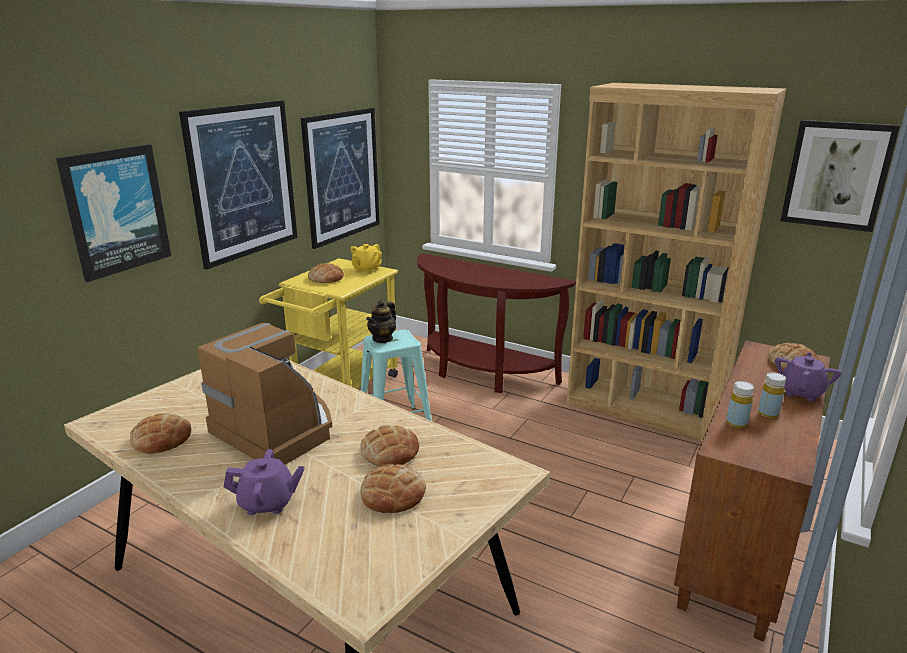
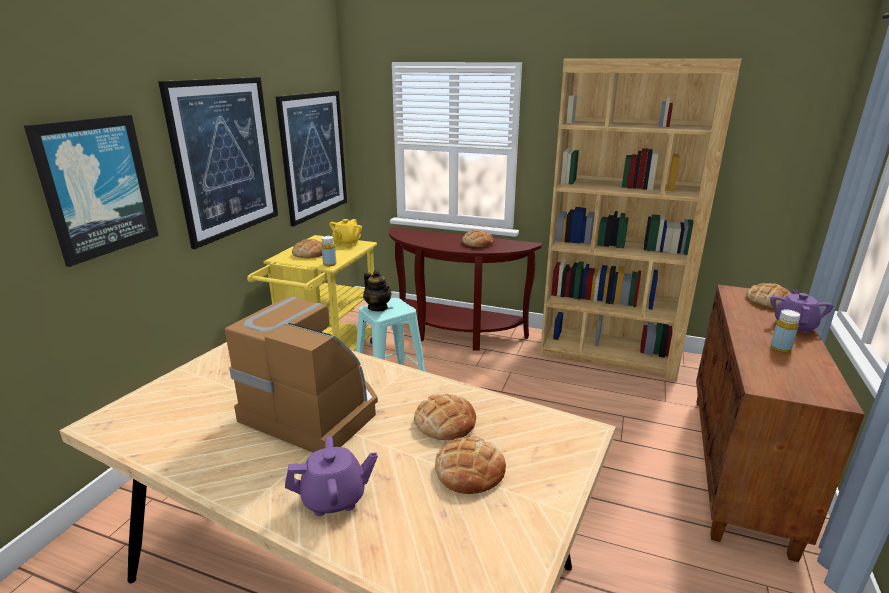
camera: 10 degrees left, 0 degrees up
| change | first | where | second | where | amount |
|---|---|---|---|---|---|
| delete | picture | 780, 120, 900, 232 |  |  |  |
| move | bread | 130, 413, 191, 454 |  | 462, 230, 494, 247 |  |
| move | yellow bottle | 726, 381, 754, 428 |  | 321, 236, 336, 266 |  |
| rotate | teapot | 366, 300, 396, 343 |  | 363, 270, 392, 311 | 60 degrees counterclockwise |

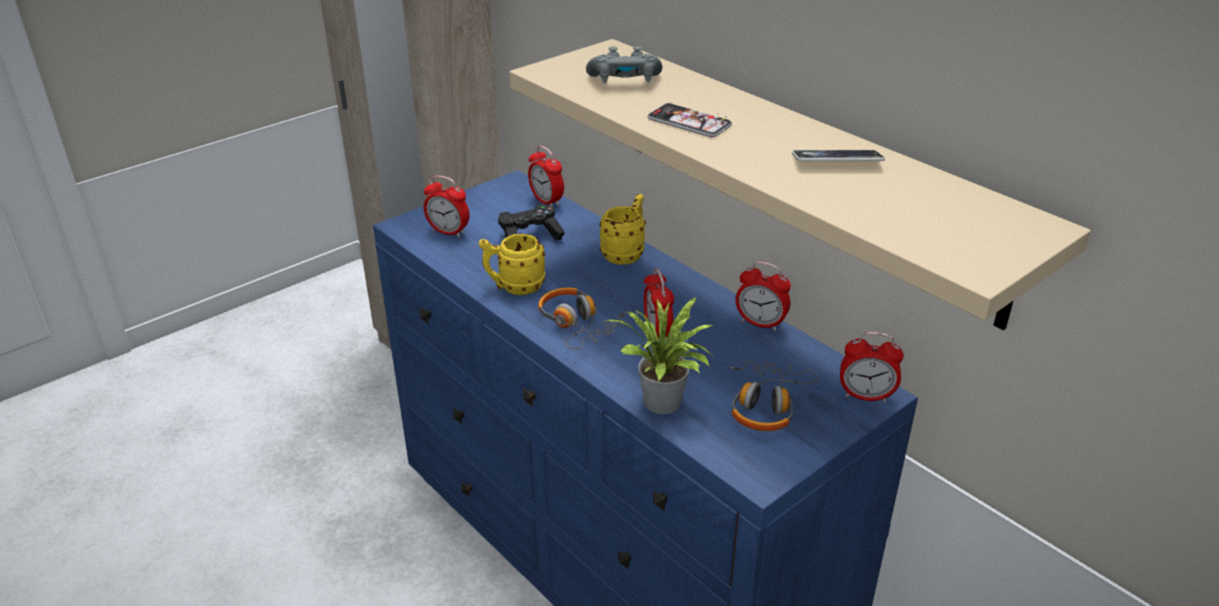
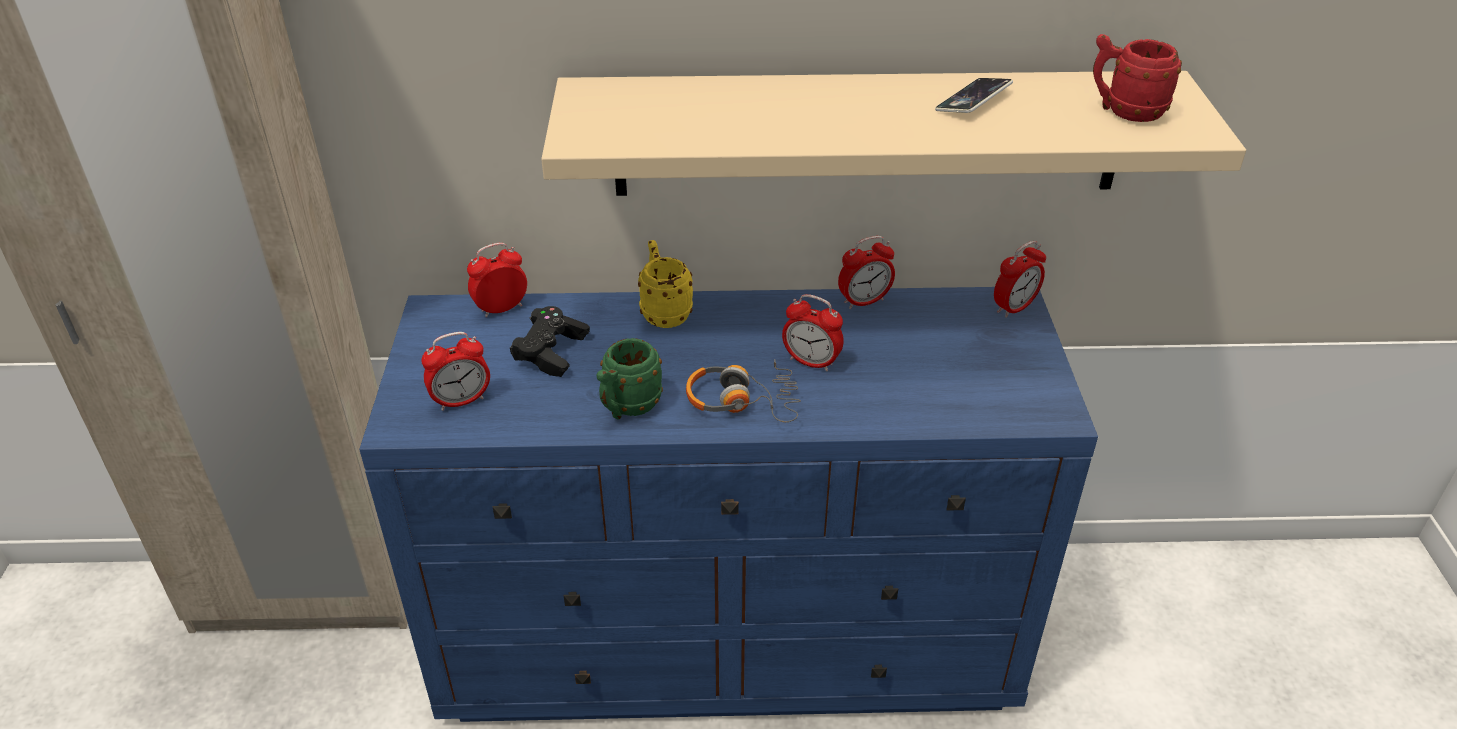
camera: 50 degrees left, 5 degrees up
| change | first | where | second | where | amount |
|---|---|---|---|---|---|
| delete | grey game controller | 586, 46, 662, 83 |  |  |  |
| delete | potted plant | 604, 297, 713, 414 |  |  |  |
| delete | phone | 647, 102, 732, 137 |  |  |  |
| delete | headphones | 729, 361, 818, 431 |  |  |  |
| insert |  |  | red mug | 1093, 34, 1182, 122 |  |
| recolor | yellow mug | 479, 233, 545, 295 | green mug | 596, 338, 663, 419 |  |
| rotate | alarm clock | 528, 146, 564, 207 |  | 467, 243, 527, 317 | 150 degrees clockwise |

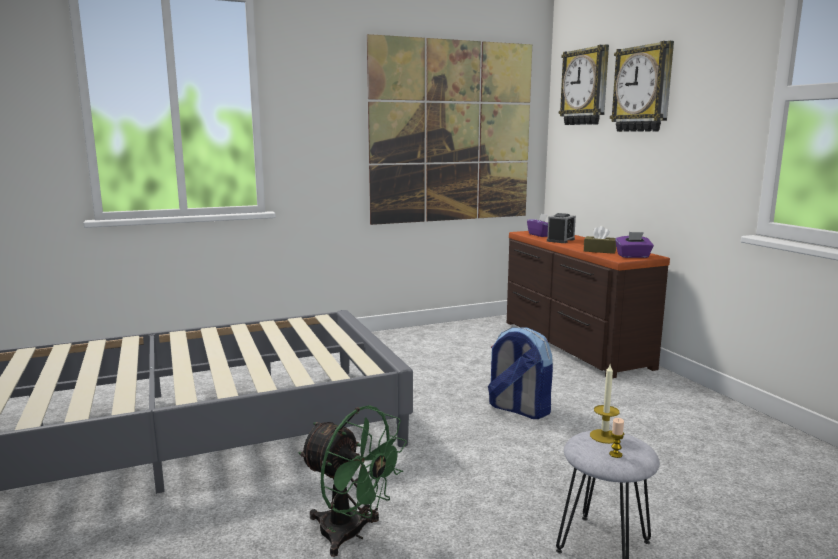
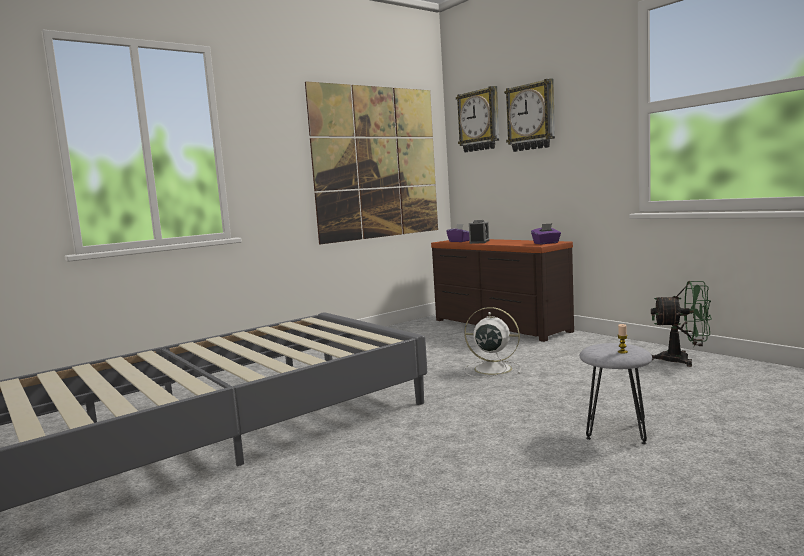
camera: 15 degrees left, 5 degrees down
| change | first | where | second | where | amount |
|---|---|---|---|---|---|
| delete | brown tissue box | 584, 226, 616, 254 |  |  |  |
| delete | candle | 590, 365, 620, 444 |  |  |  |
| move | green fan | 298, 405, 407, 557 |  | 651, 281, 712, 367 |  |
| replace | backpack | 488, 327, 553, 419 | white fan | 464, 307, 521, 377 |  |

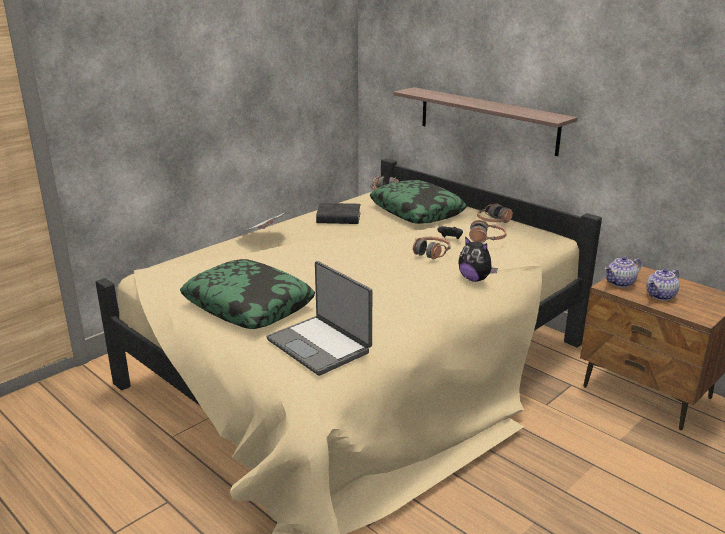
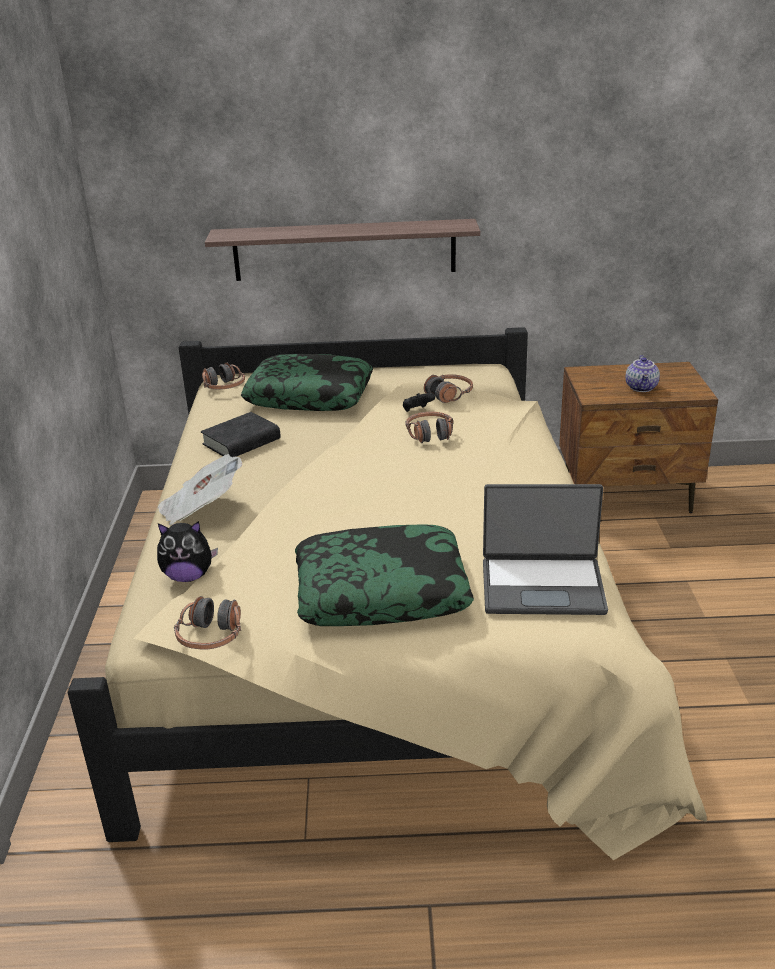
camera: 45 degrees left, 5 degrees up
| change | first | where | second | where | amount |
|---|---|---|---|---|---|
| delete | teapot | 605, 256, 641, 287 |  |  |  |
| move | plush toy | 458, 236, 498, 282 |  | 157, 521, 218, 582 |  |
| move | headphones | 477, 203, 513, 223 |  | 174, 596, 241, 650 |  |

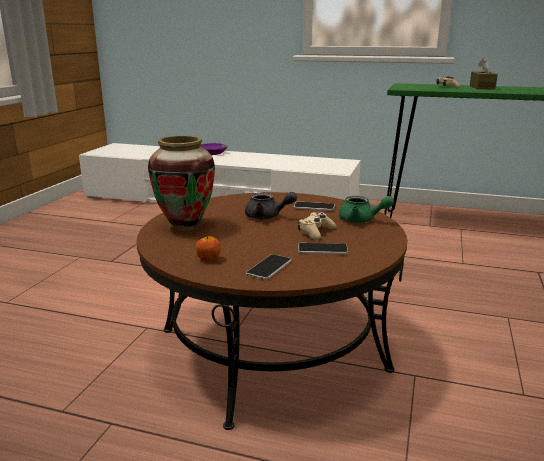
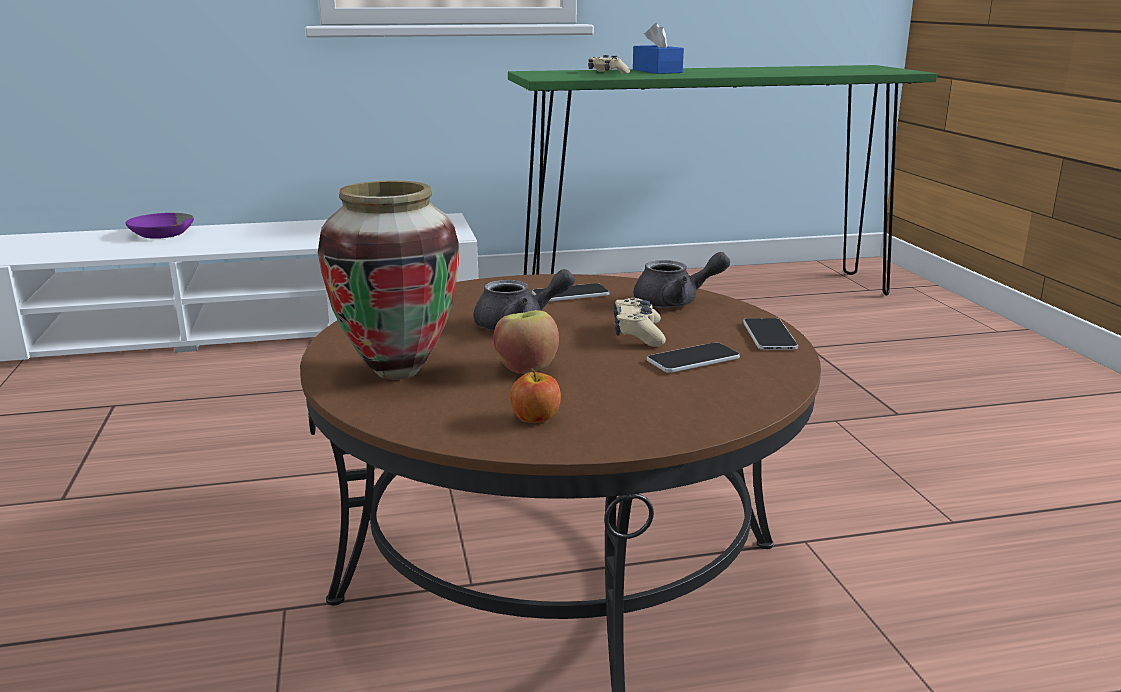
camera: 30 degrees left, 0 degrees up
| change | first | where | second | where | amount |
|---|---|---|---|---|---|
| insert |  |  | apple | 493, 310, 559, 374 |  |
| move | phone | 246, 254, 292, 280 |  | 743, 318, 798, 350 |  |
| recolor | green teapot | 339, 196, 394, 223 | grey teapot | 634, 252, 730, 308 |  |
| recolor | brown tissue box | 470, 58, 498, 89 | blue tissue box | 633, 23, 684, 74 |  |

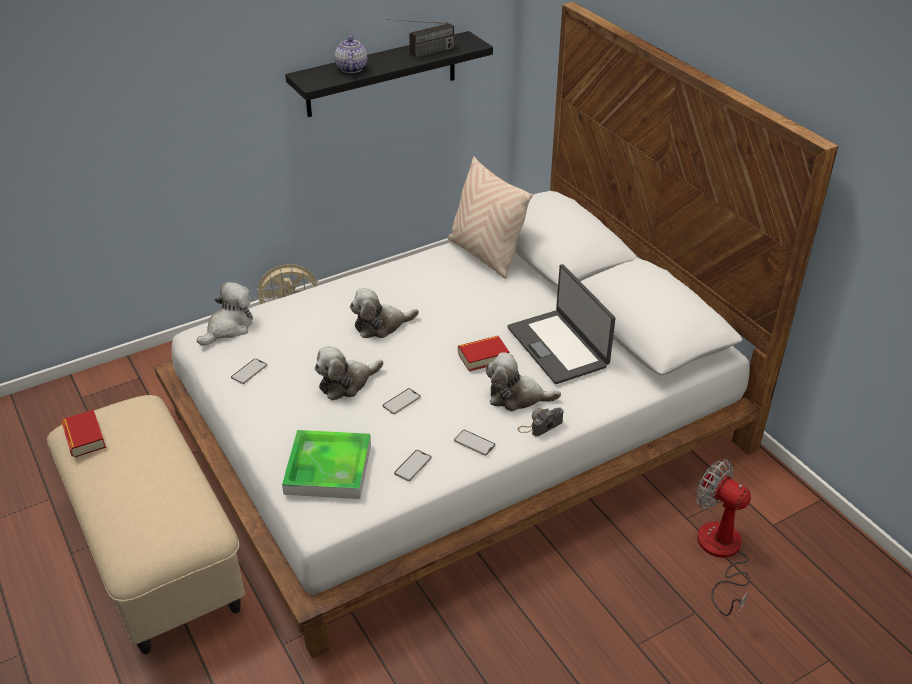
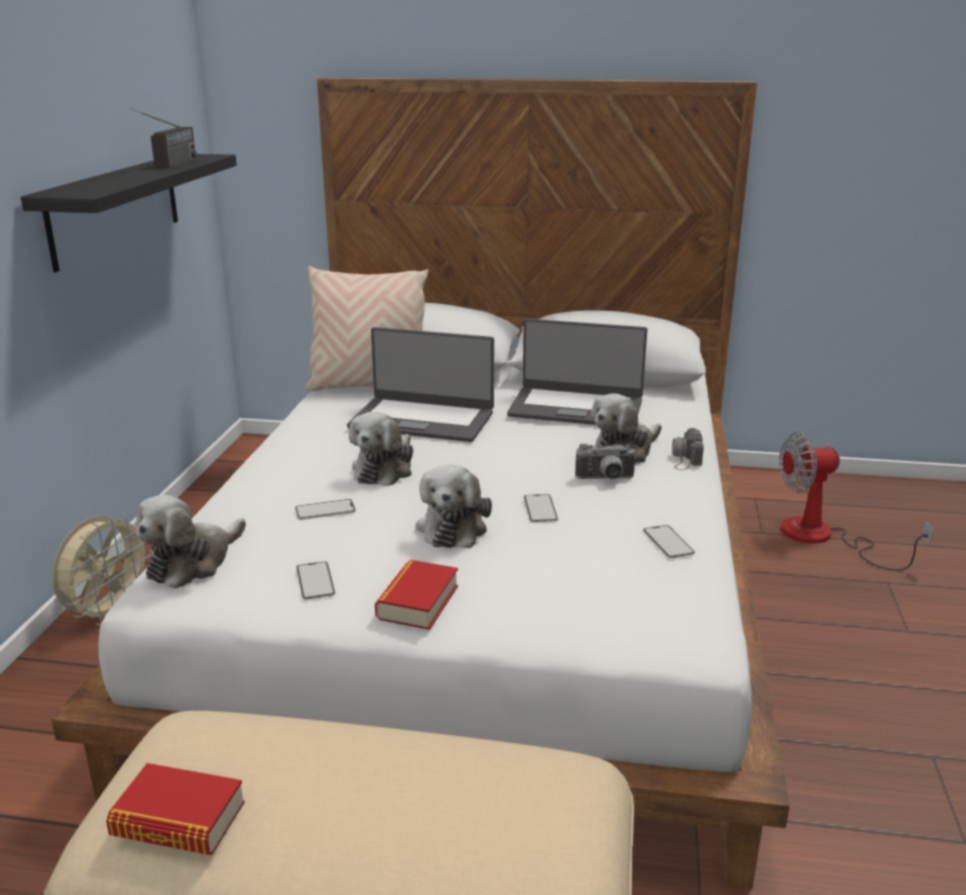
camera: 50 degrees left, 15 degrees down
| change | first | where | second | where | amount |
|---|---|---|---|---|---|
| delete | tray | 282, 430, 371, 499 |  |  |  |
| delete | teapot | 334, 36, 367, 73 |  |  |  |
| insert |  |  | laptop | 347, 327, 494, 442 |  |
| insert |  |  | photo camera | 575, 444, 637, 480 |  |
| move | phone | 454, 430, 496, 456 |  | 295, 499, 355, 520 |  |
| move | book | 458, 336, 510, 371 |  | 375, 560, 458, 630 |  |
| rotate | plush toy | 197, 282, 253, 346 |  | 136, 495, 246, 589 | 135 degrees counterclockwise |

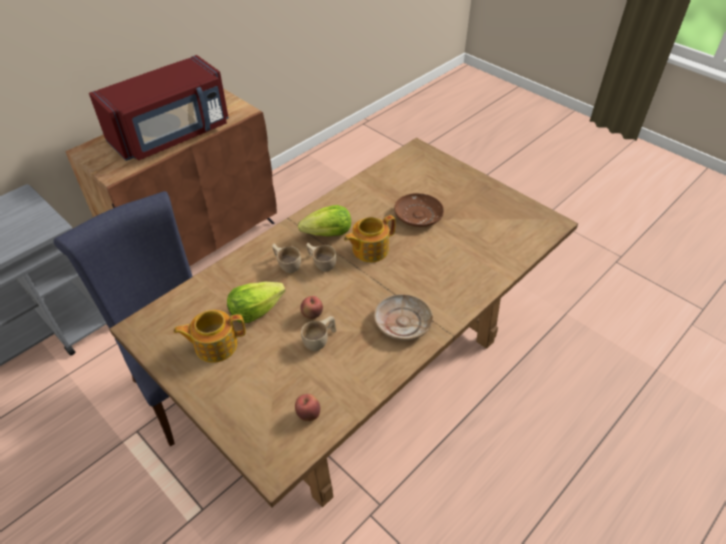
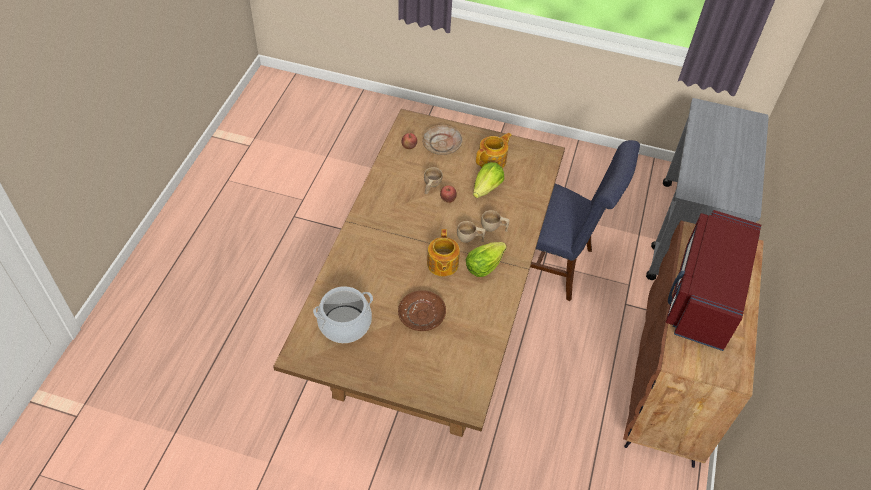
camera: 150 degrees right, 5 degrees up
| change | first | where | second | where | amount |
|---|---|---|---|---|---|
| insert |  |  | cooking pot | 313, 286, 373, 343 |  |
| move | beige plate | 374, 294, 433, 341 |  | 422, 125, 463, 155 |  |
| rotate | teapot | 344, 215, 396, 262 |  | 427, 229, 460, 277 | 150 degrees clockwise |

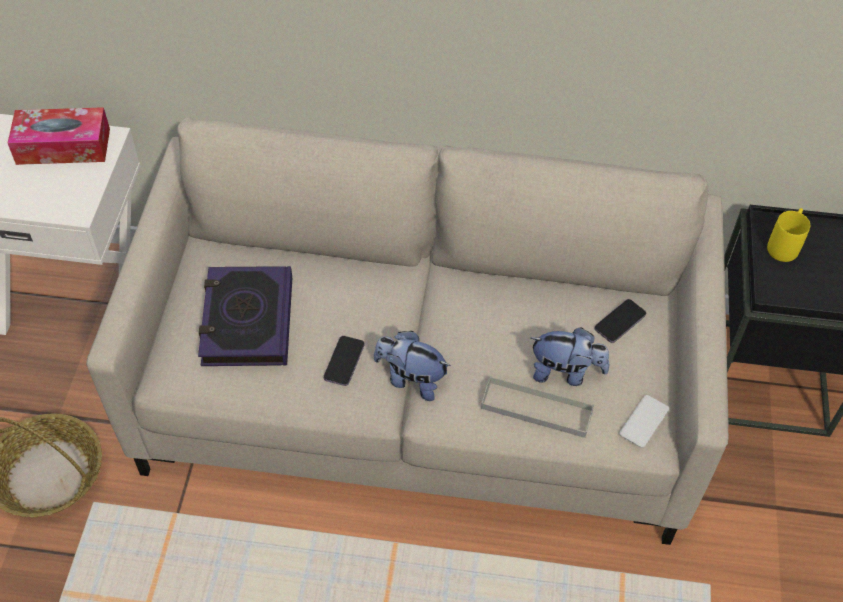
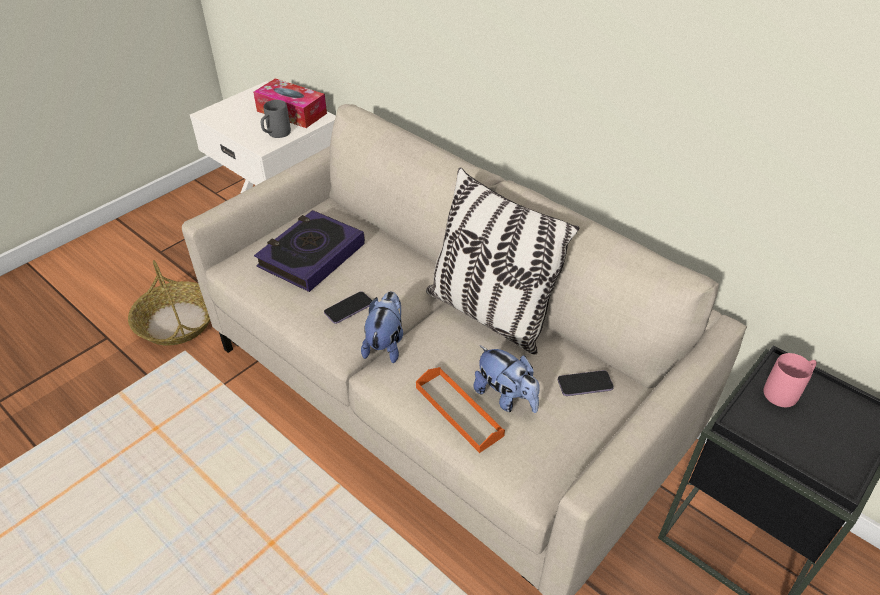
camera: 35 degrees right, 10 degrees down
| change | first | where | second | where | amount |
|---|---|---|---|---|---|
| delete | phone | 619, 395, 669, 448 |  |  |  |
| insert |  |  | grey mug | 261, 100, 291, 138 |  |
| insert |  |  | pillow | 426, 167, 579, 355 |  |
| recolor | grey tray | 481, 376, 594, 438 | orange tray | 416, 367, 505, 453 |  |
| recolor | yellow mug | 767, 208, 810, 262 | pink mug | 763, 353, 817, 407 |  |
| rotate | plush toy | 374, 331, 451, 401 |  | 361, 291, 403, 363 | 45 degrees clockwise |

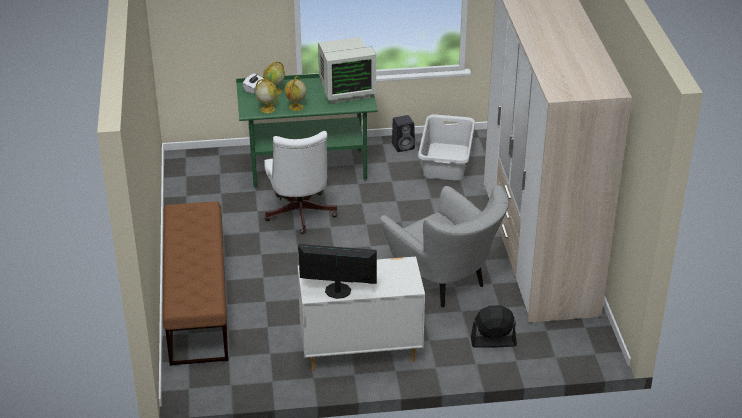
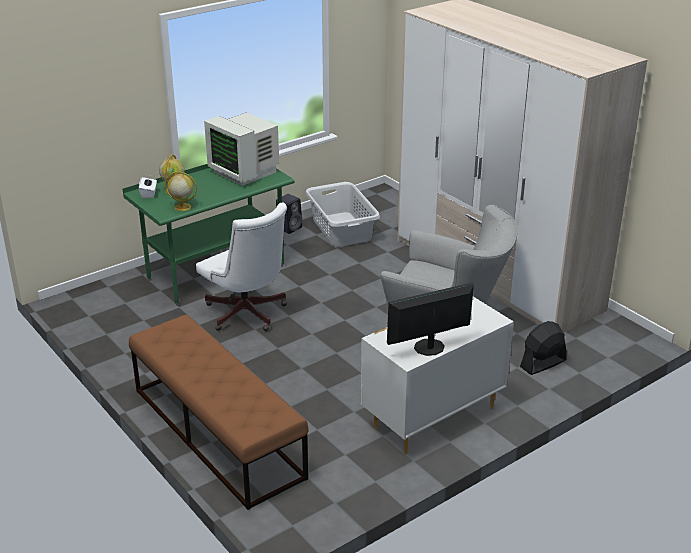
camera: 30 degrees left, 5 degrees down
| change | first | where | second | where | amount |
|---|---|---|---|---|---|
| delete | globe | 284, 76, 307, 111 |  |  |  |
| rotate | monitor | 318, 37, 376, 103 |  | 204, 113, 279, 186 | 90 degrees clockwise |

